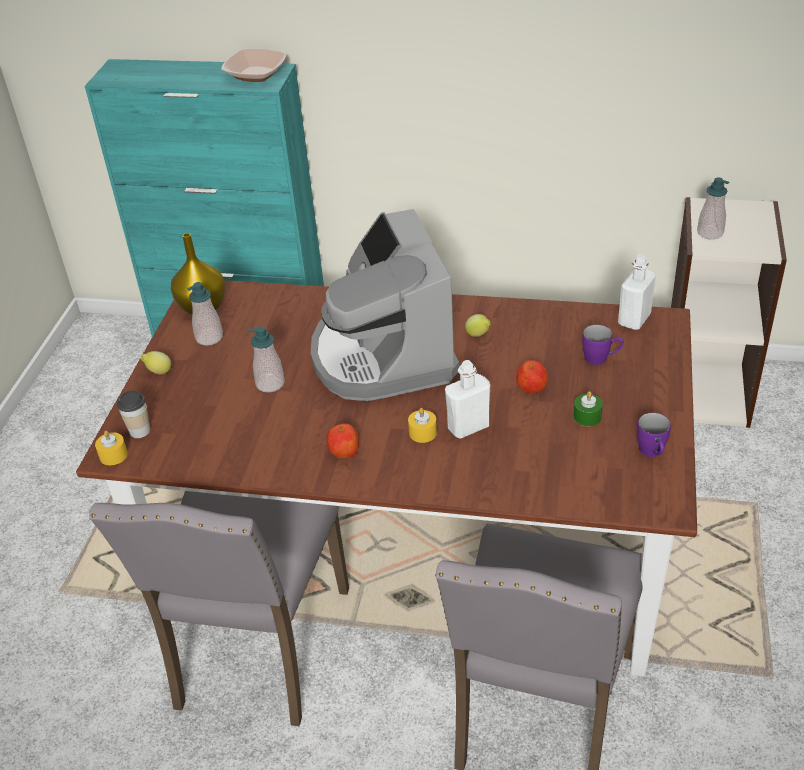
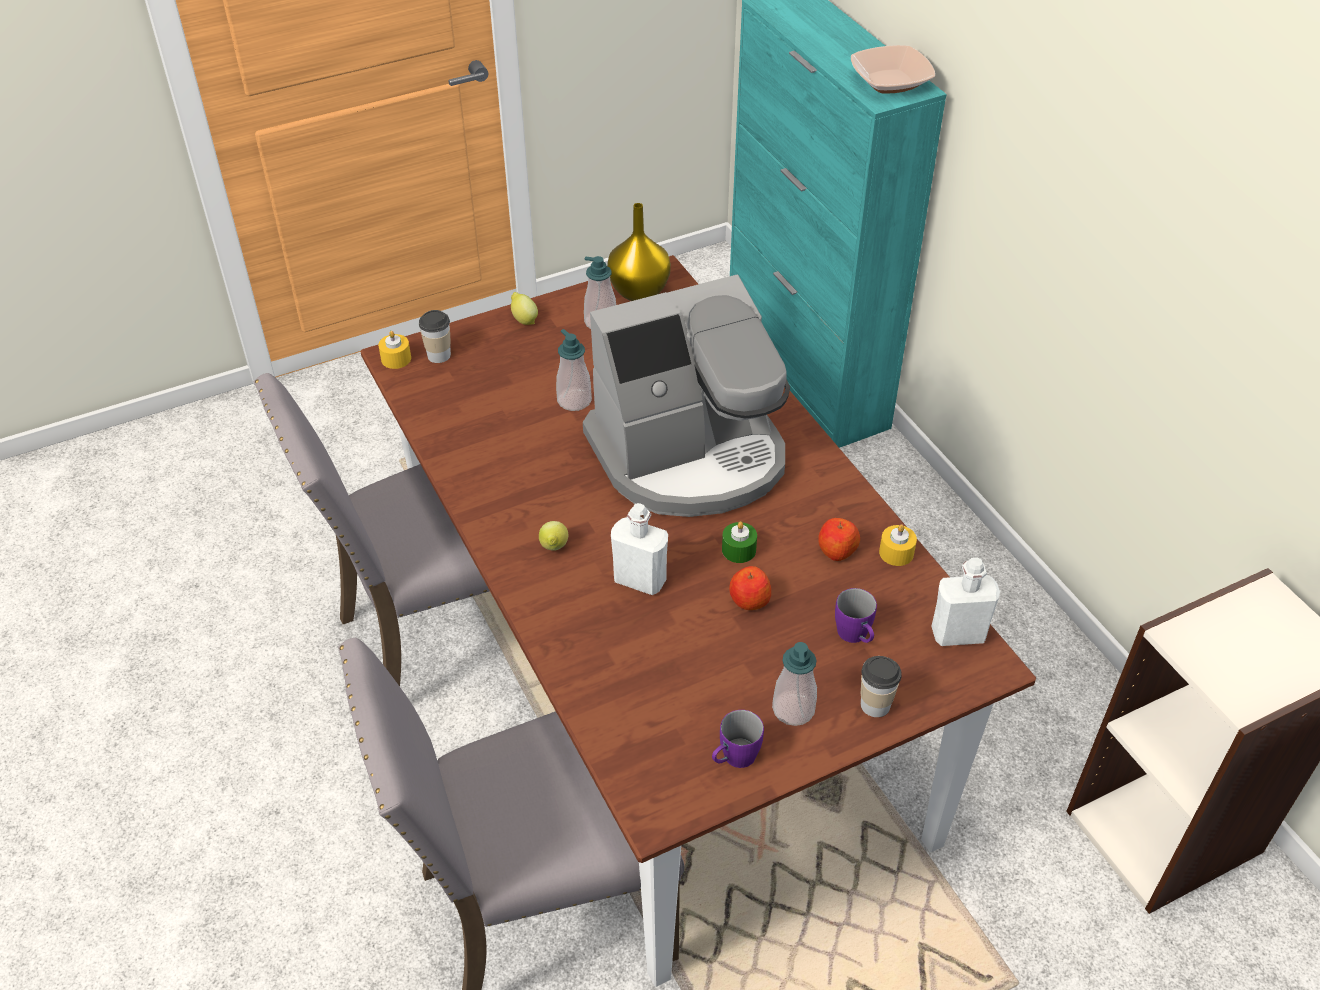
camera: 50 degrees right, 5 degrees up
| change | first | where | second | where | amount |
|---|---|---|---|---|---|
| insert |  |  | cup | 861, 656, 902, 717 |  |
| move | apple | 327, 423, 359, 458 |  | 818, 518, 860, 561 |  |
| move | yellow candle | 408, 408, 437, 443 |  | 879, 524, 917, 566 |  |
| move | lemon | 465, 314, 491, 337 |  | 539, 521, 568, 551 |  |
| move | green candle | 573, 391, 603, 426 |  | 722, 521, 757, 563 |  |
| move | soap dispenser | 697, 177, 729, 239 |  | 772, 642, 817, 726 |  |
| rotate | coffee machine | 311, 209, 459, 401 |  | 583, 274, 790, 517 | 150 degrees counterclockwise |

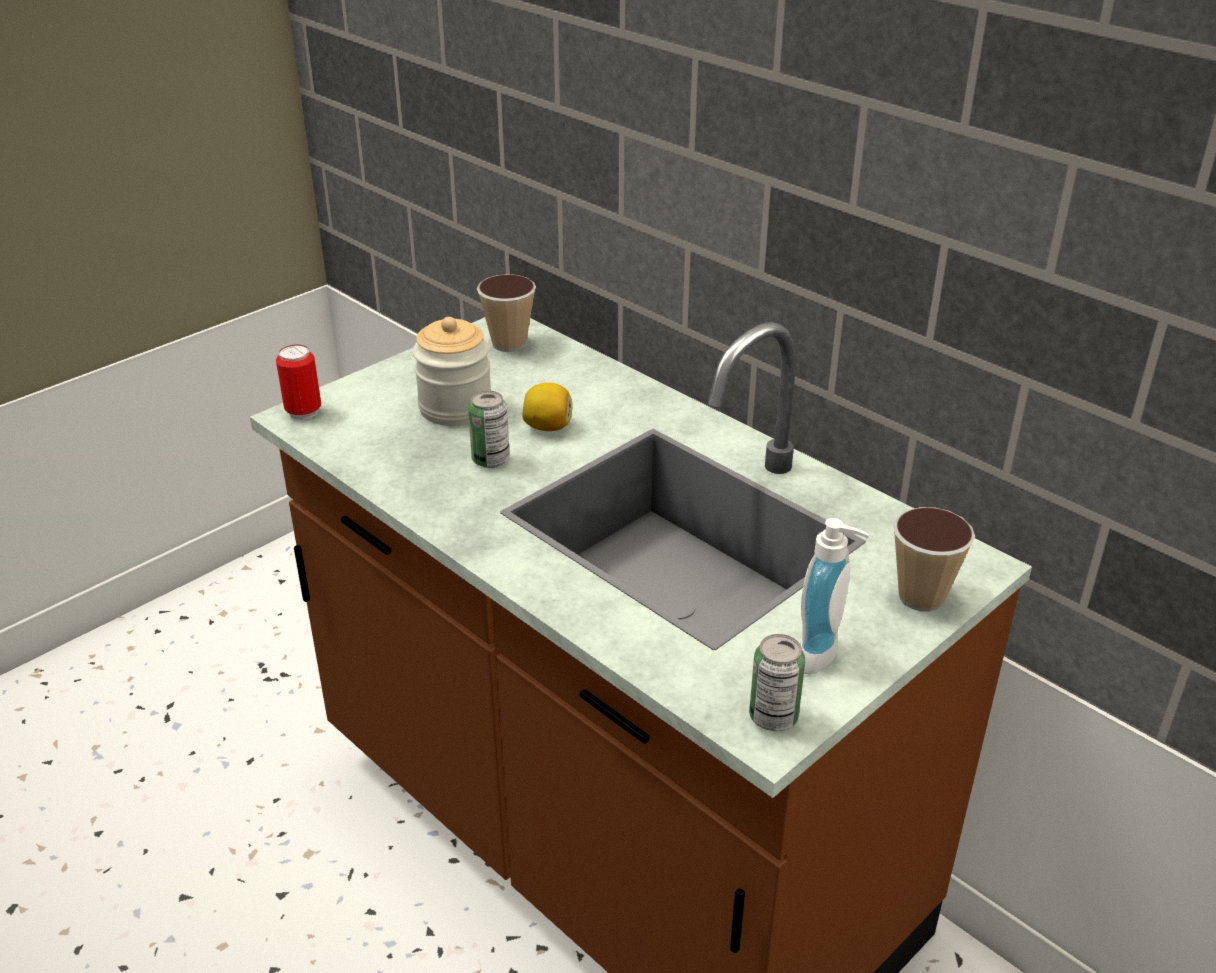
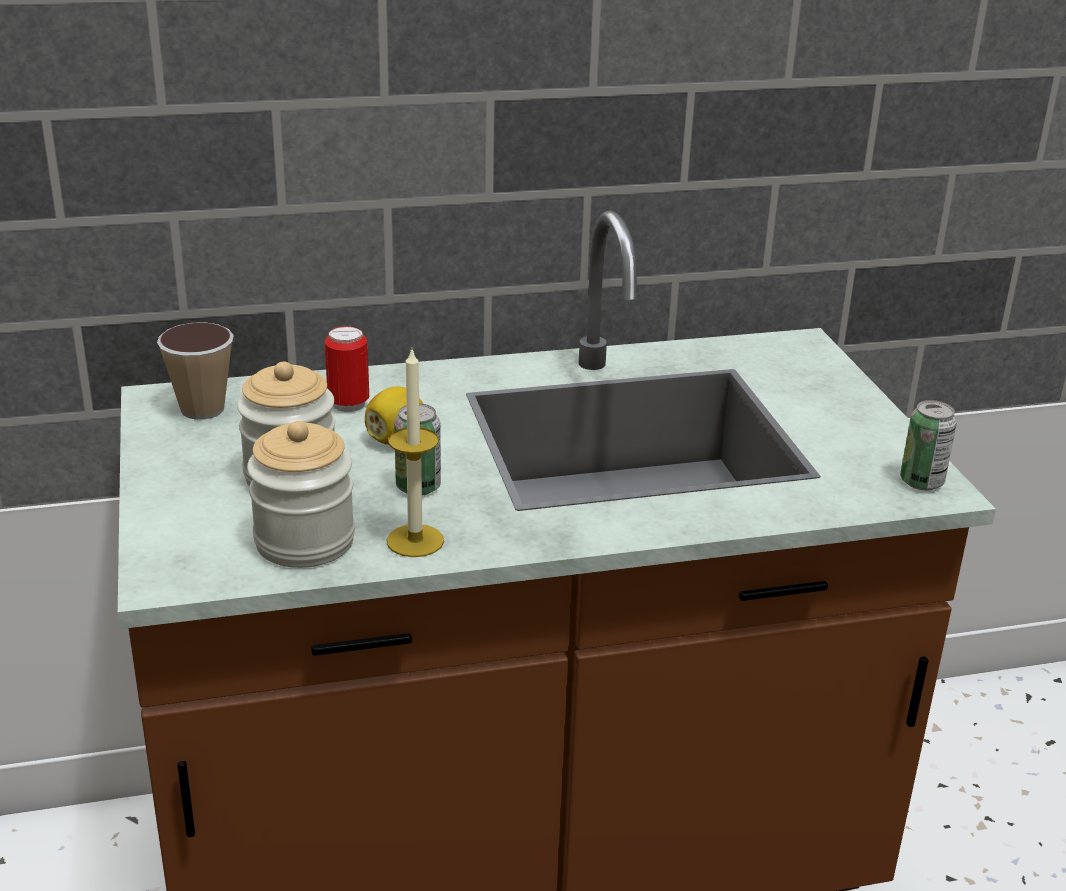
camera: 60 degrees left, 5 degrees down
| change | first | where | second | where | amount |
|---|---|---|---|---|---|
| delete | soap dispenser | 800, 518, 870, 675 |  |  |  |
| delete | cup | 893, 507, 975, 612 |  |  |  |
| insert |  |  | jar | 247, 421, 355, 568 |  |
| insert |  |  | candle | 387, 350, 444, 557 |  |
| move | can | 276, 345, 321, 420 |  | 325, 326, 369, 412 |  |

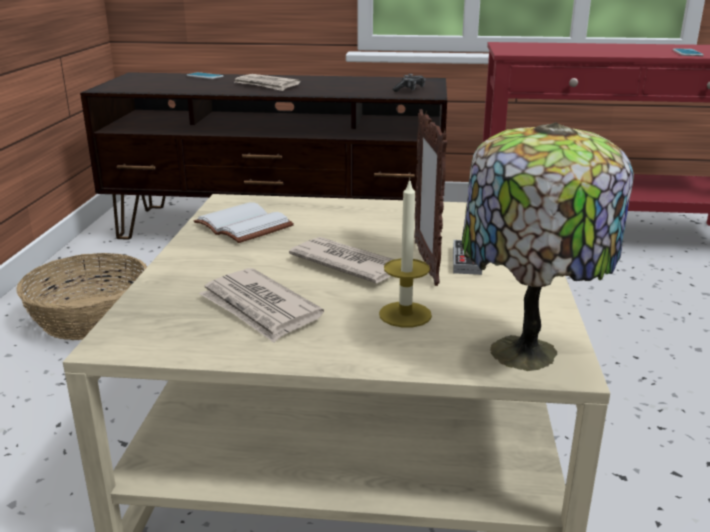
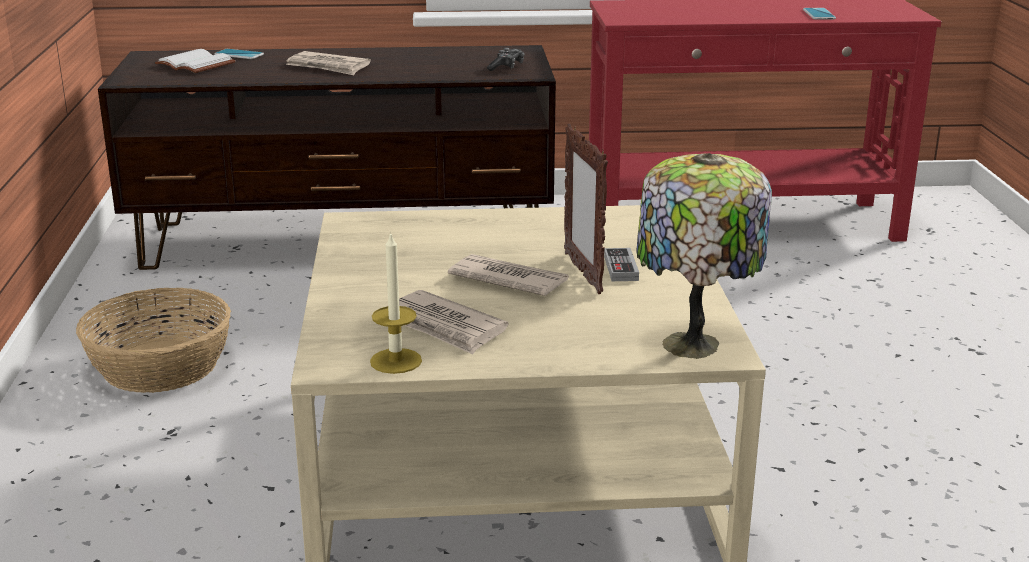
camera: 10 degrees left, 0 degrees up
| change | first | where | second | where | amount |
|---|---|---|---|---|---|
| move | white book | 194, 202, 294, 243 |  | 155, 49, 236, 73 |  |
| move | candle | 379, 178, 432, 327 |  | 370, 231, 422, 374 |  |

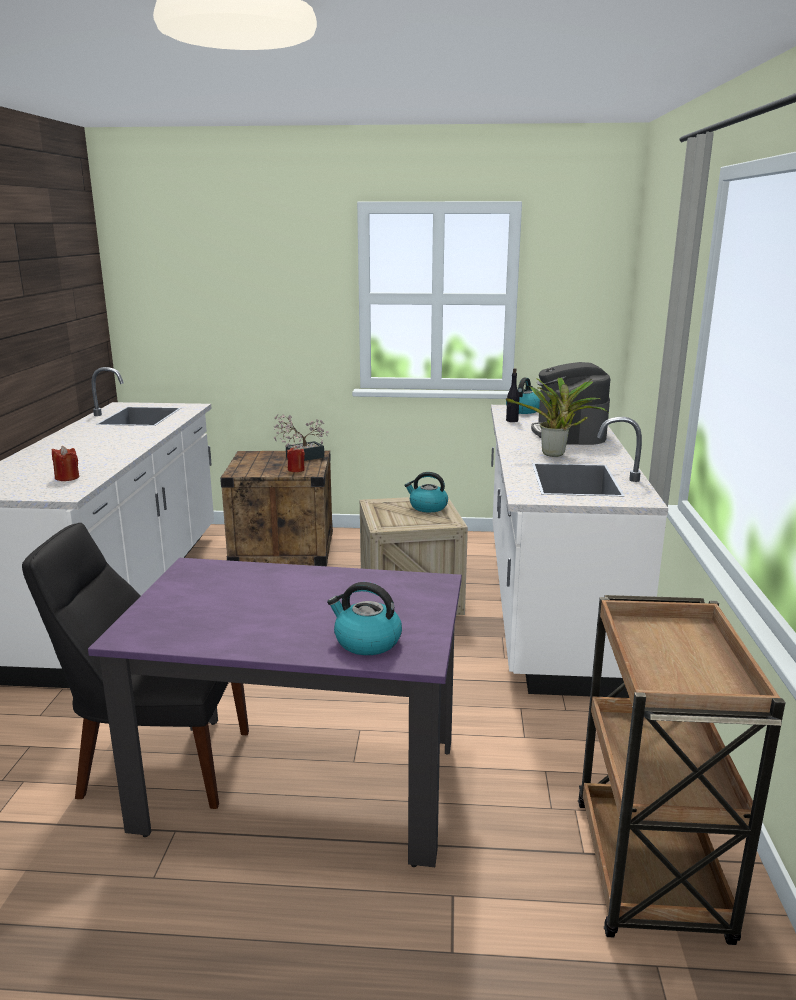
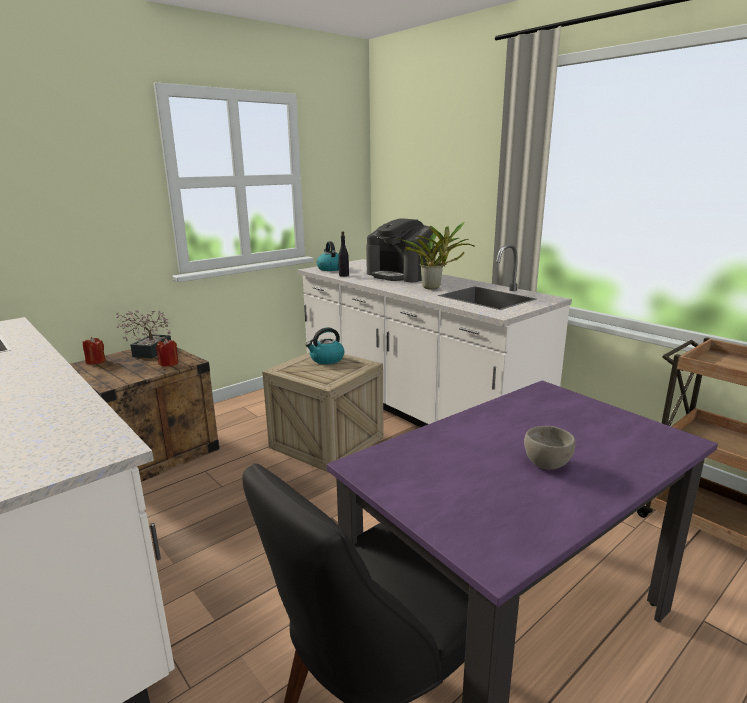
camera: 45 degrees left, 0 degrees up
| change | first | where | second | where | amount |
|---|---|---|---|---|---|
| delete | kettle | 327, 582, 402, 655 |  |  |  |
| insert |  |  | grey bowl | 524, 426, 576, 470 |  |
| move | red candle | 52, 446, 79, 481 |  | 83, 337, 105, 364 |  |

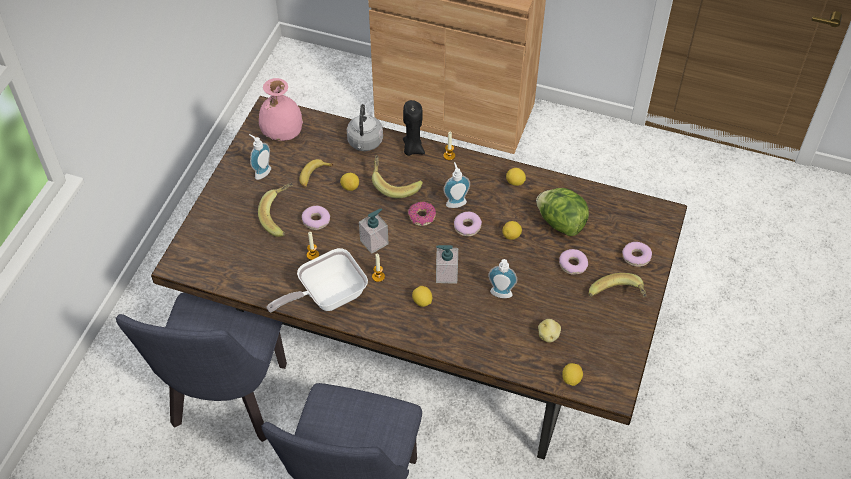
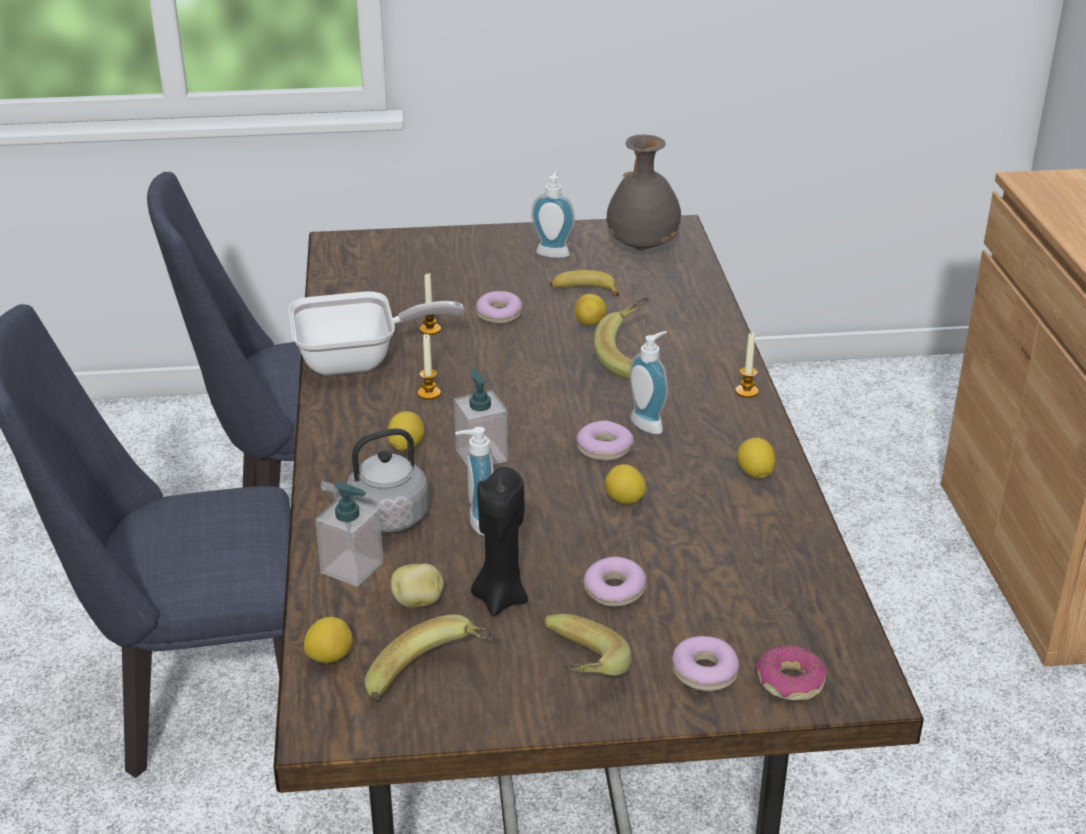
camera: 65 degrees right, 20 degrees down
| change | first | where | second | where | amount |
|---|---|---|---|---|---|
| delete | lettuce | 536, 188, 589, 236 |  |  |  |
| move | banana | 258, 183, 293, 237 |  | 365, 614, 495, 701 |  |
| move | grey kettle | 347, 104, 383, 151 |  | 320, 428, 429, 533 |  |
| move | soap dispenser | 359, 209, 388, 254 |  | 315, 482, 383, 587 |  |
| move | black candle | 403, 100, 425, 156 |  | 471, 467, 528, 616 |  |
| move | donut | 408, 202, 436, 226 |  | 755, 645, 827, 701 |  |
| recolor | pink vase | 259, 78, 303, 141 | grey vase | 607, 134, 681, 251 |  |
| rotate | frying pan | 267, 248, 368, 312 |  | 288, 291, 465, 375 | 135 degrees clockwise |

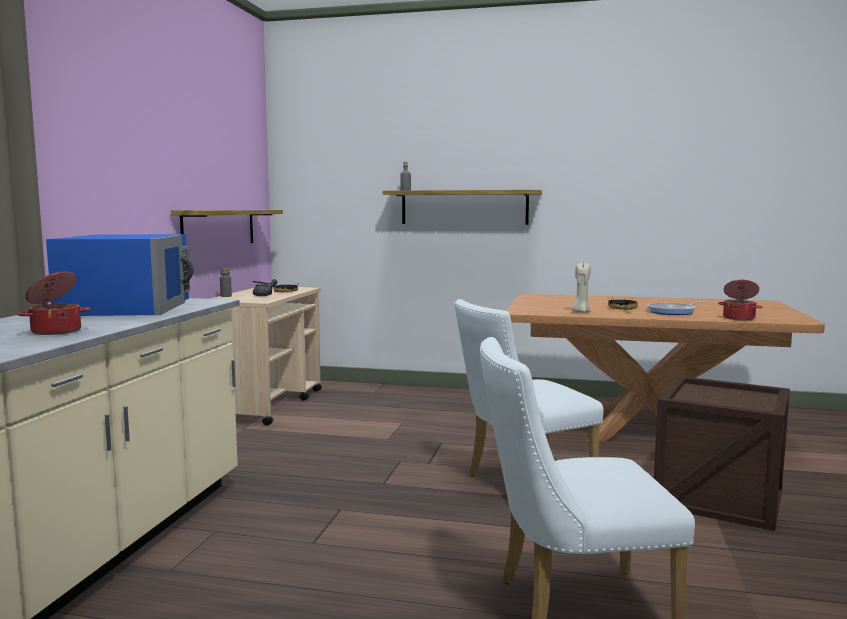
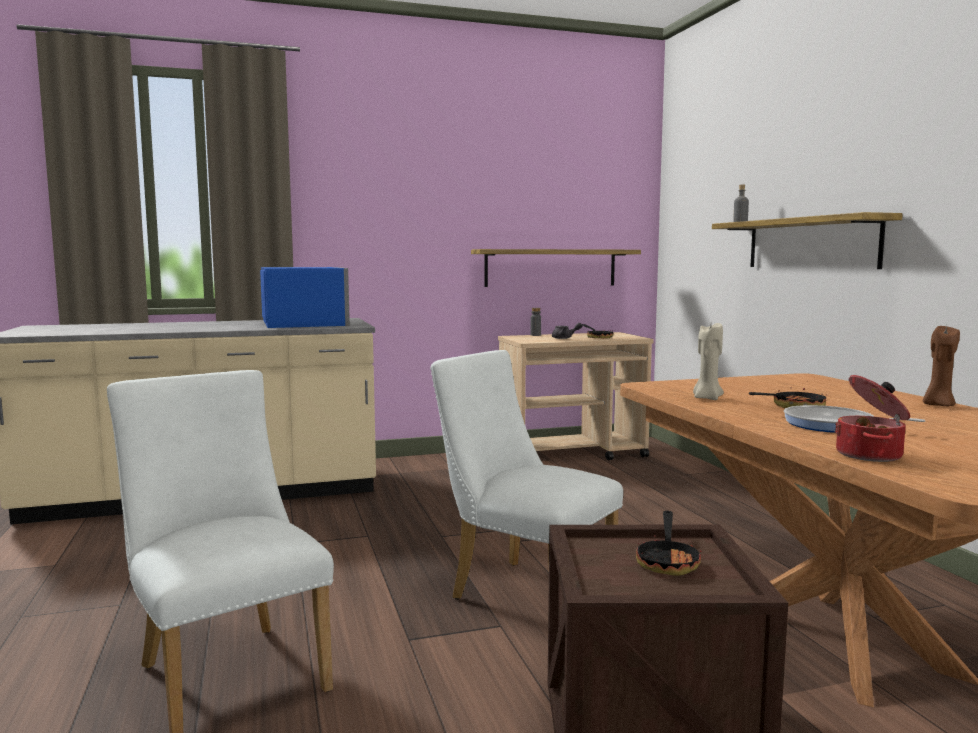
camera: 60 degrees right, 0 degrees up
| change | first | where | second | where | amount |
|---|---|---|---|---|---|
| delete | cooking pot | 18, 272, 90, 335 |  |  |  |
| insert |  |  | frying pan | 636, 511, 702, 576 |  |
| insert |  |  | brown candle | 923, 325, 960, 406 |  |
| rotate | blue microwave | 46, 234, 193, 316 |  | 260, 267, 350, 328 | 75 degrees counterclockwise |

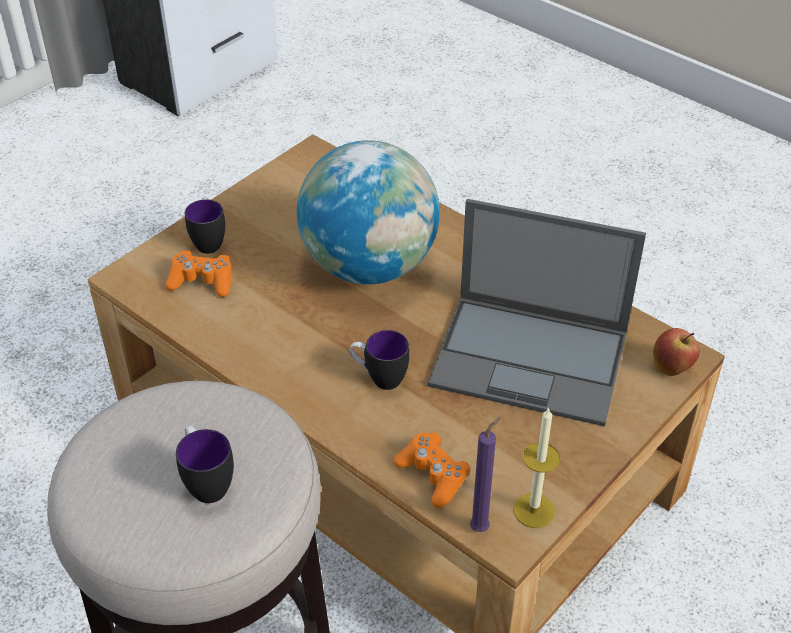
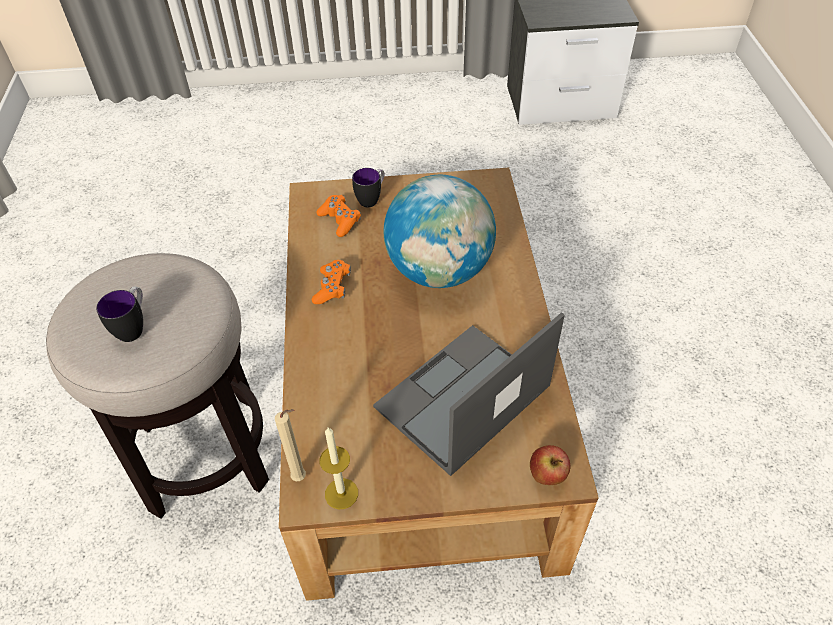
camera: 45 degrees right, 5 degrees up
| change | first | where | second | where | amount |
|---|---|---|---|---|---|
| delete | mug | 349, 330, 409, 390 |  |  |  |
| move | orange game controller | 394, 432, 470, 508 |  | 312, 260, 351, 304 |  |
| recolor | purple candle | 470, 417, 502, 532 | beige candle | 275, 409, 306, 481 |  |
| rotate | laptop | 428, 199, 646, 426 |  | 373, 312, 565, 476 | 75 degrees clockwise |

